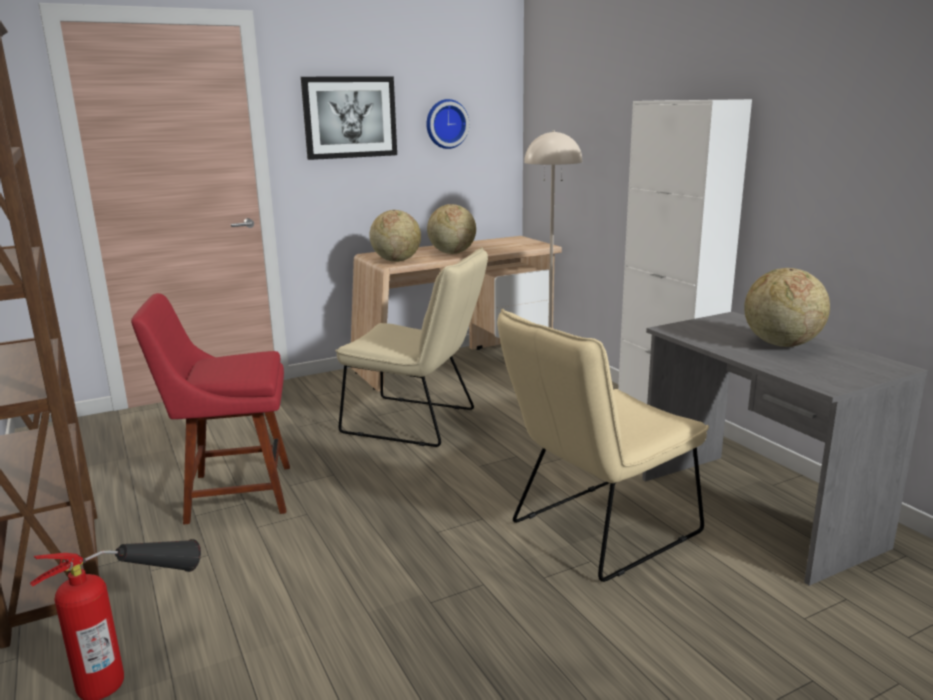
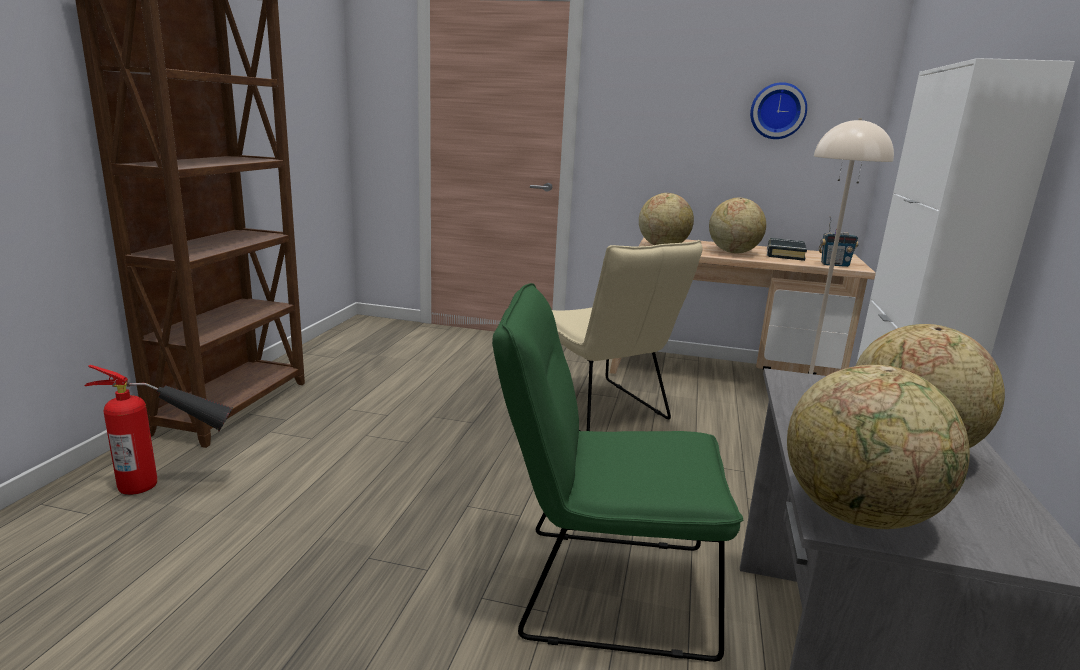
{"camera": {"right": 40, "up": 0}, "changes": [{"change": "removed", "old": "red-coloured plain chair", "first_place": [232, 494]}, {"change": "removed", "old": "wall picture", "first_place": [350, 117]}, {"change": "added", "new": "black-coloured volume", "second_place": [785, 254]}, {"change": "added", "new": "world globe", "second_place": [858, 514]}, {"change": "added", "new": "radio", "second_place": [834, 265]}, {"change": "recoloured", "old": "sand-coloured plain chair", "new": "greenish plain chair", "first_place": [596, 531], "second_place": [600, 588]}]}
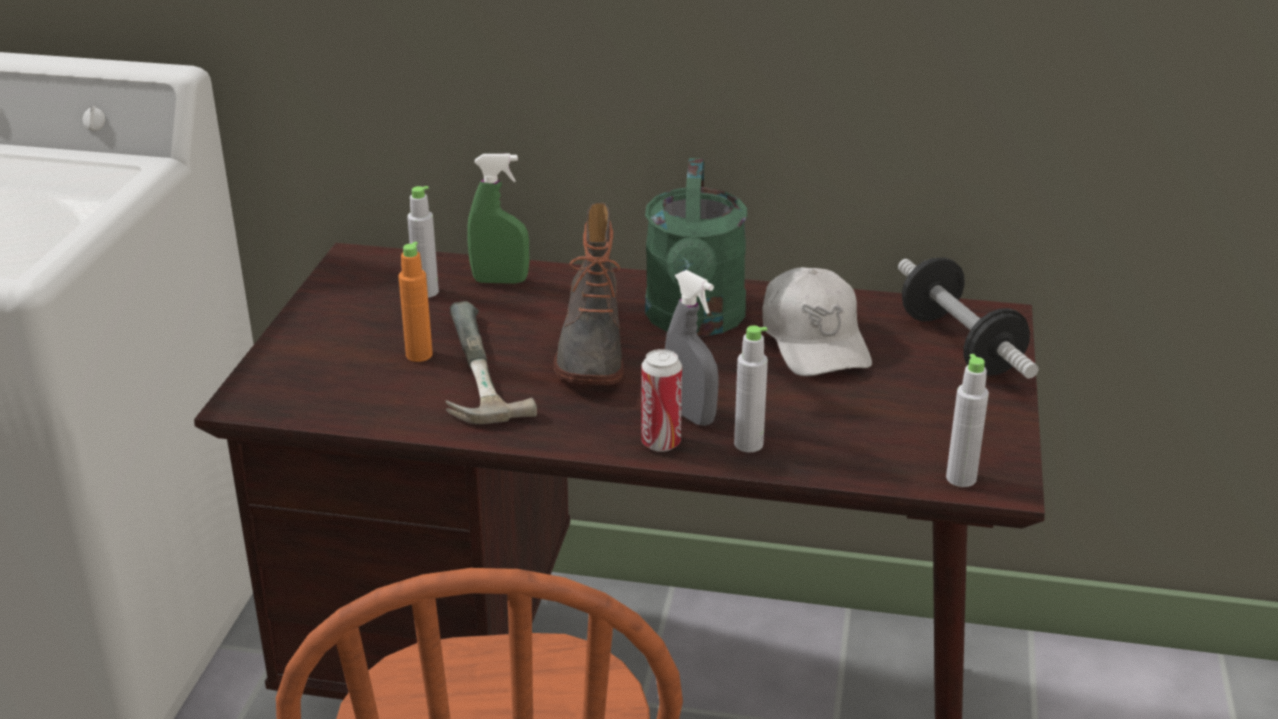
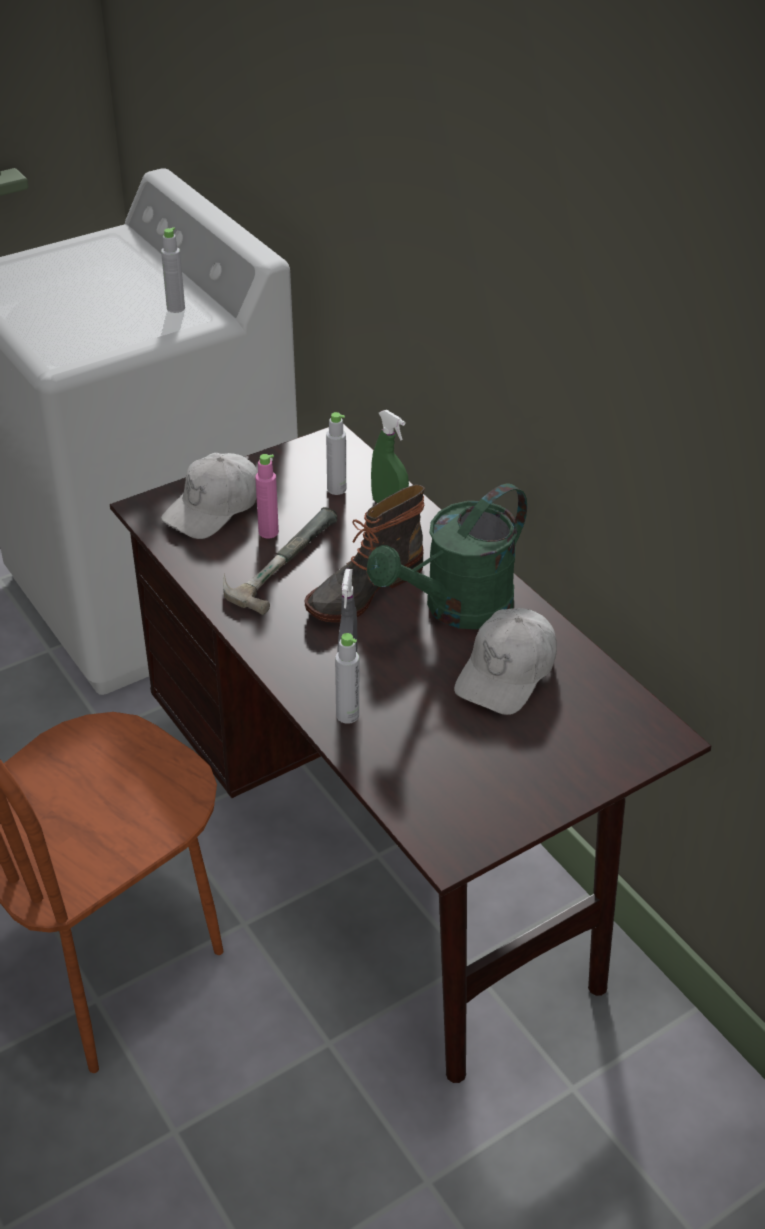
{"camera": {"right": 45, "up": 10}, "changes": [{"change": "removed", "old": "can", "first_place": [661, 443]}, {"change": "removed", "old": "free weight", "first_place": [960, 345]}, {"change": "added", "new": "white-coloured peaked cap", "second_place": [214, 508]}, {"change": "moved", "old": "gray bottle", "first_place": [961, 478], "second_place": [176, 308]}, {"change": "recoloured", "old": "orangey bottle", "new": "pinkish bottle", "first_place": [419, 355], "second_place": [268, 532]}]}
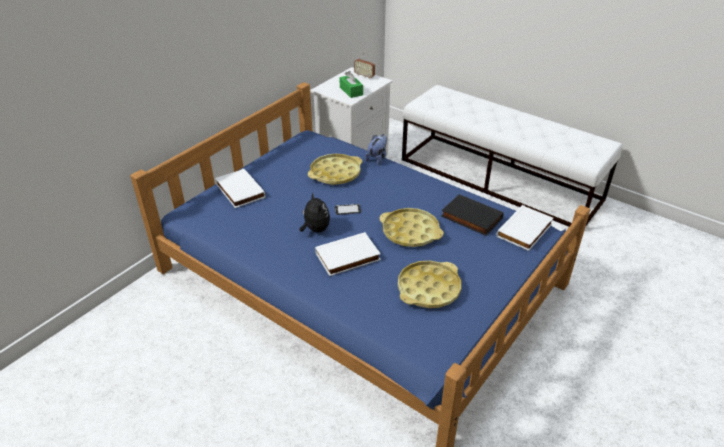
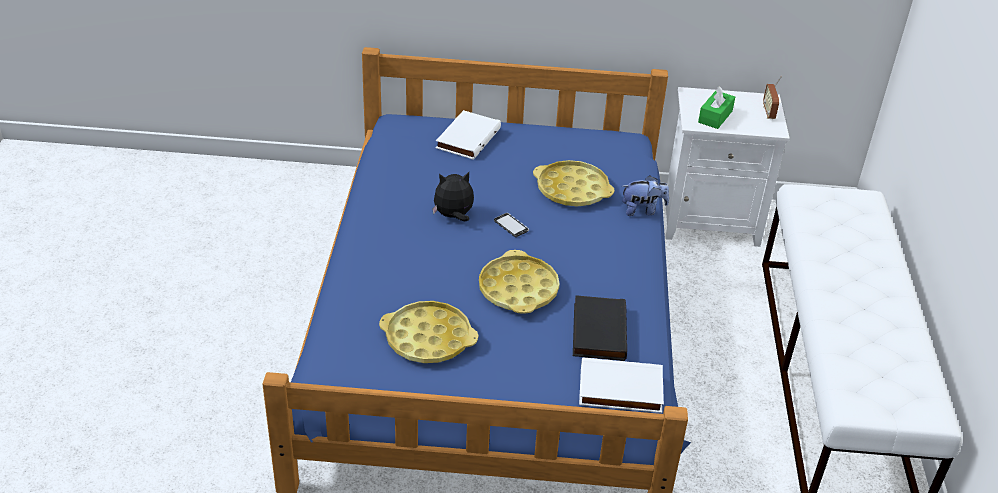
{"camera": {"right": 55, "up": 0}, "changes": [{"change": "removed", "old": "white-coloured volume", "first_place": [348, 258]}, {"change": "turned", "old": "soft toy", "first_place": [315, 229], "second_place": [453, 216], "degrees": -135}]}
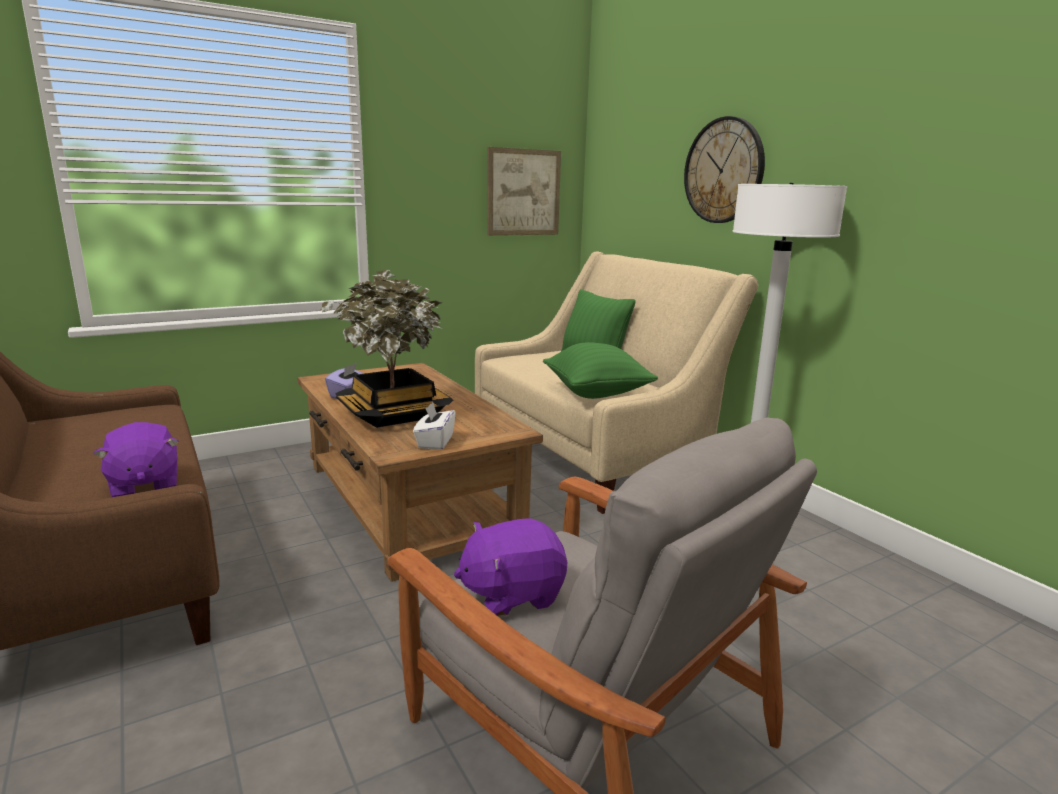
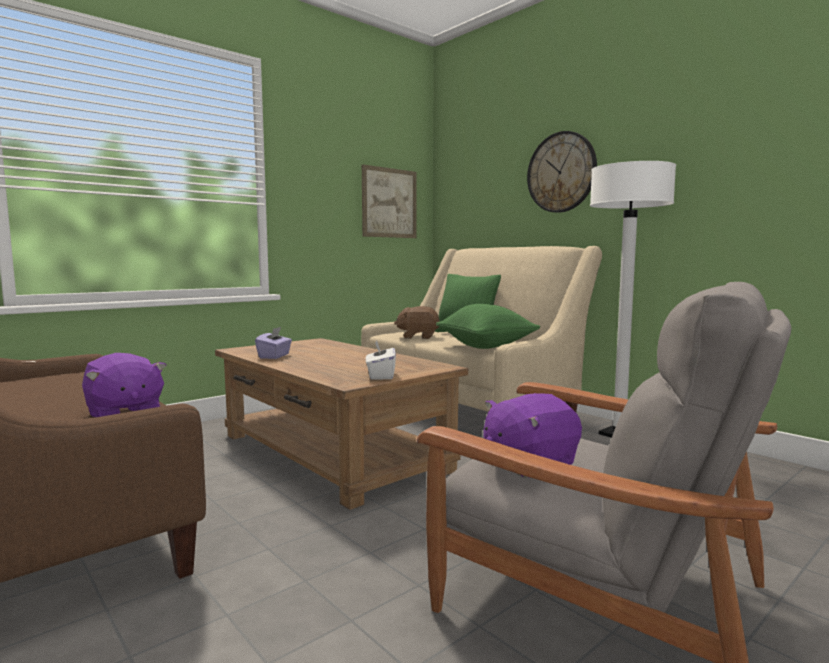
{"camera": {"right": -10, "up": -10}, "changes": [{"change": "removed", "old": "houseplant", "first_place": [393, 414]}, {"change": "added", "new": "brown-coloured soft toy", "second_place": [418, 337]}]}
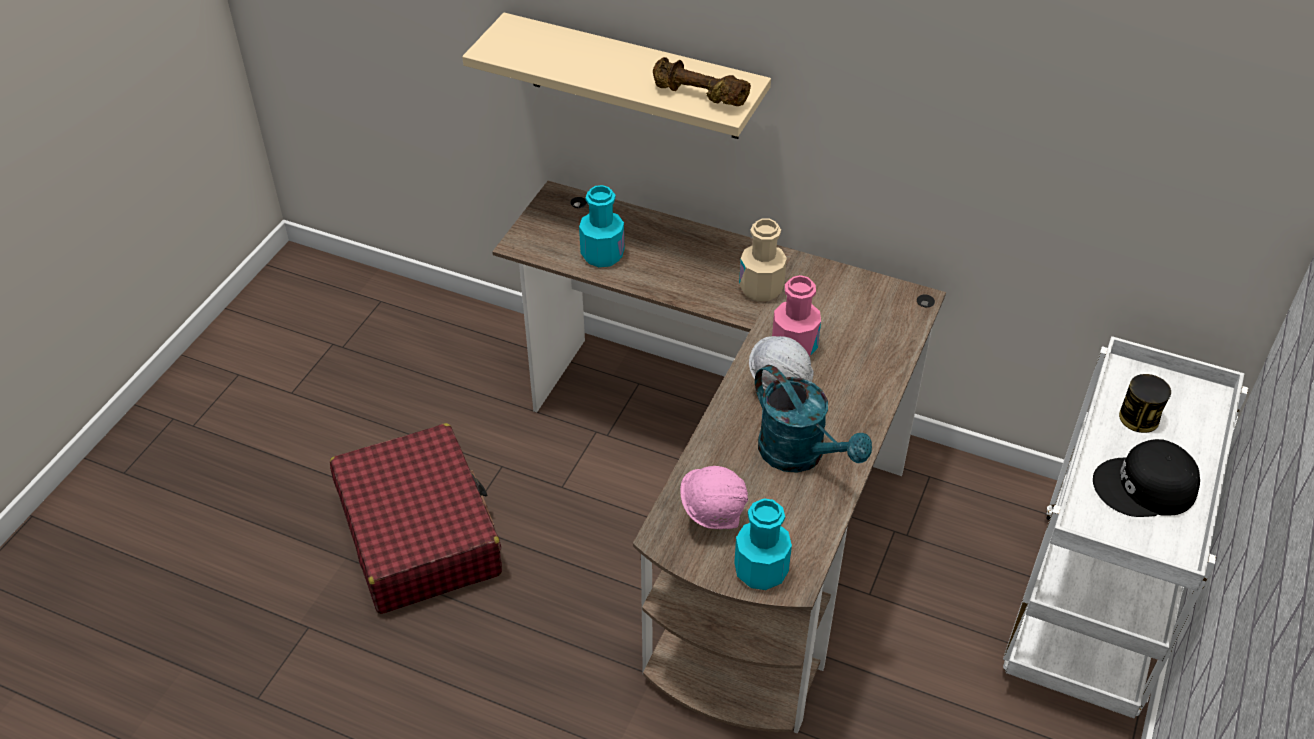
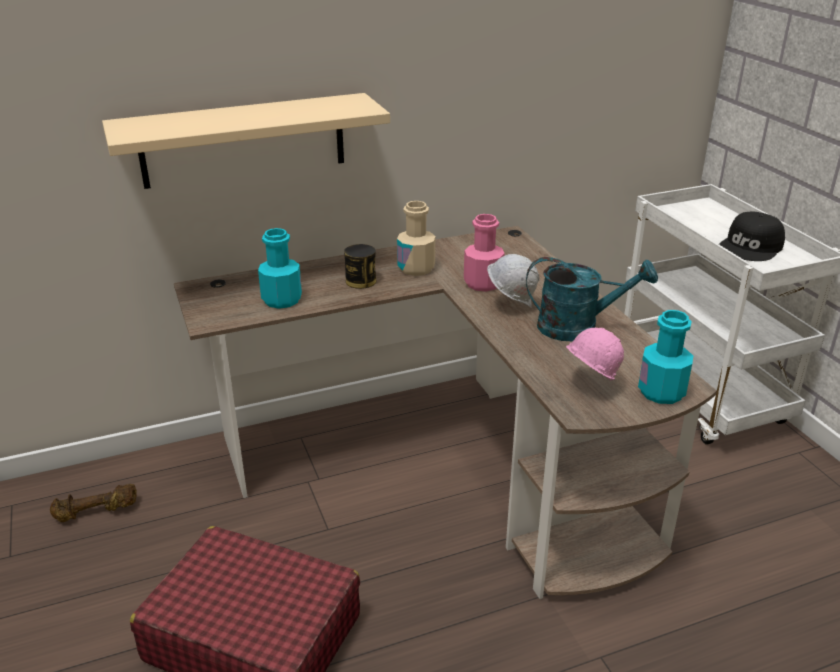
{"camera": {"right": -45, "up": -15}, "changes": [{"change": "moved", "old": "brown-coloured free weight", "first_place": [698, 96], "second_place": [96, 512]}, {"change": "moved", "old": "can", "first_place": [1139, 418], "second_place": [361, 281]}]}
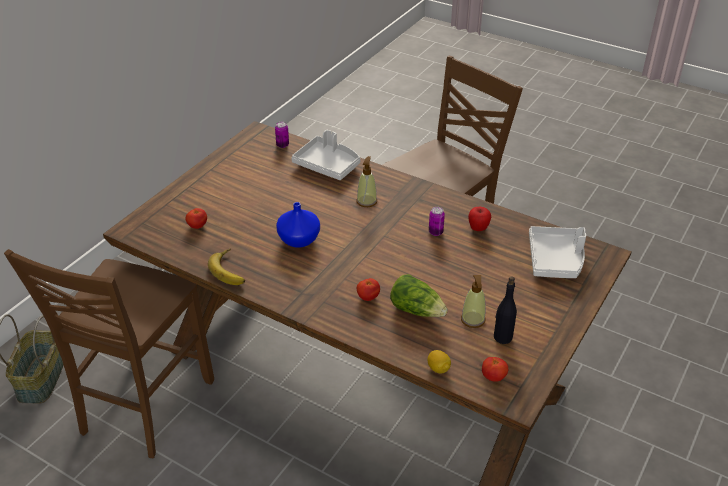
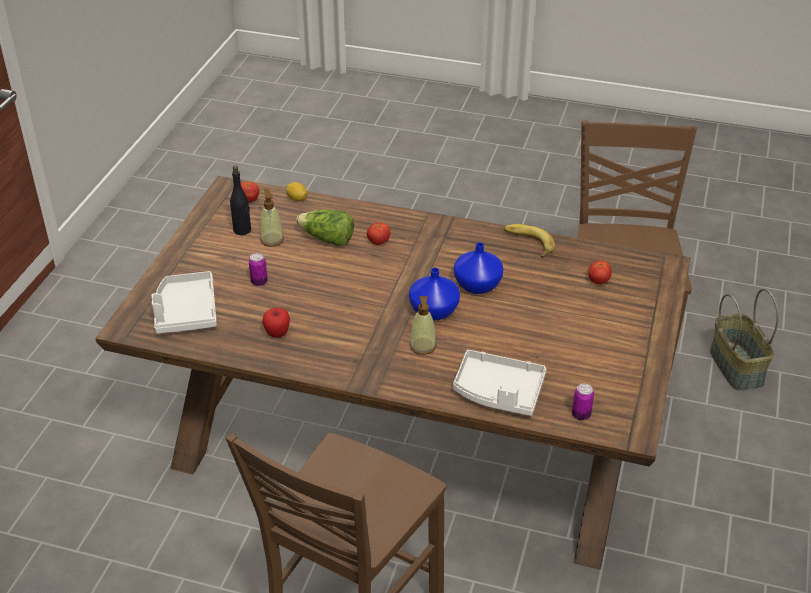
{"camera": {"right": 165, "up": 0}, "changes": [{"change": "added", "new": "blue vase", "second_place": [433, 312]}, {"change": "moved", "old": "can", "first_place": [435, 232], "second_place": [259, 282]}]}
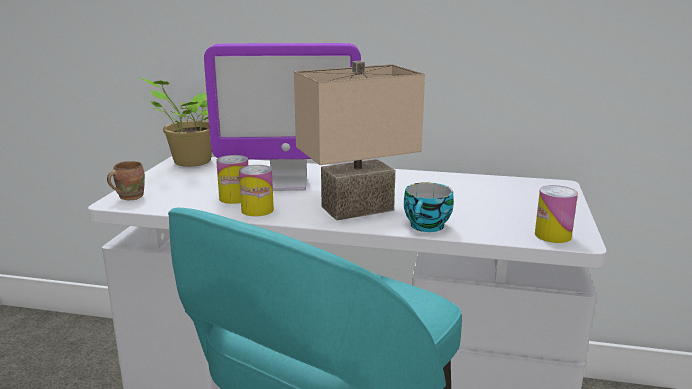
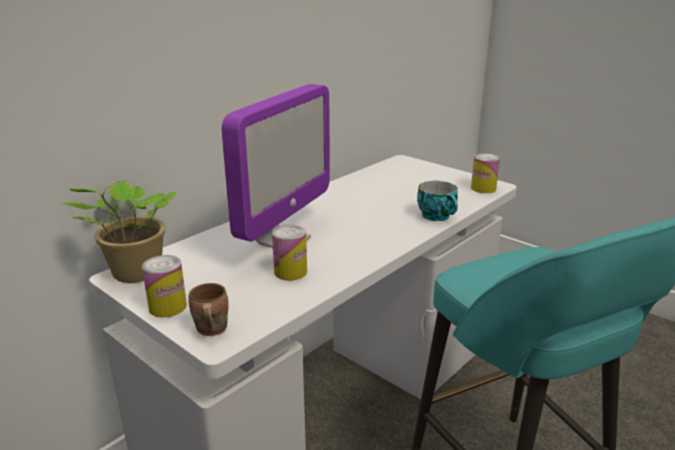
{"camera": {"right": -60, "up": 5}, "changes": [{"change": "removed", "old": "sand-coloured table lamp", "first_place": [357, 207]}, {"change": "moved", "old": "can", "first_place": [257, 210], "second_place": [167, 306]}]}
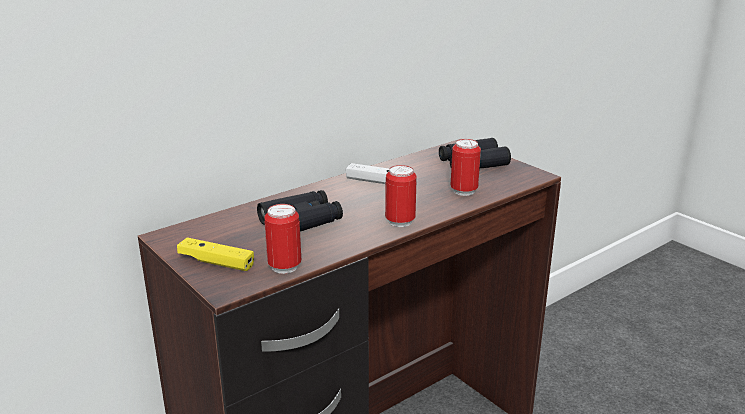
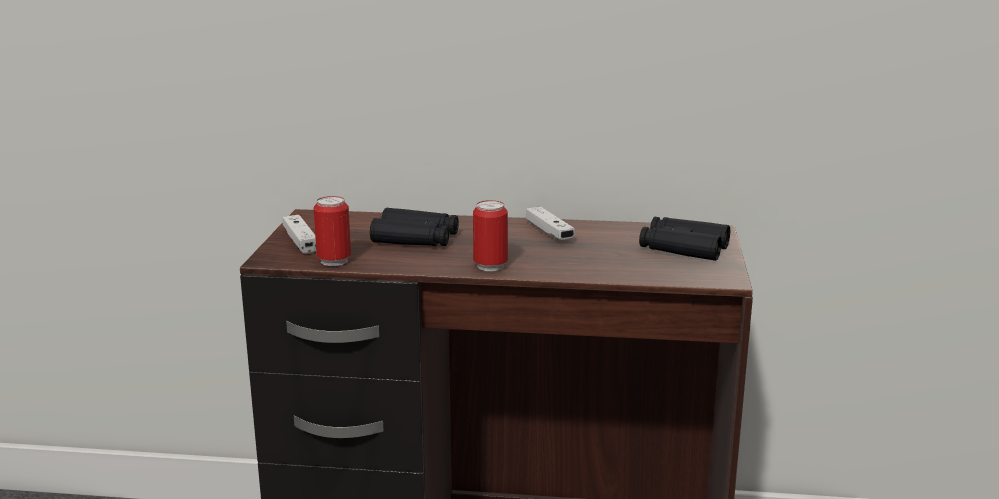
{"camera": {"right": 45, "up": -5}, "changes": [{"change": "removed", "old": "can", "first_place": [464, 191]}, {"change": "recoloured", "old": "yellowish gamepad", "new": "white-coloured gamepad", "first_place": [216, 262], "second_place": [300, 242]}]}
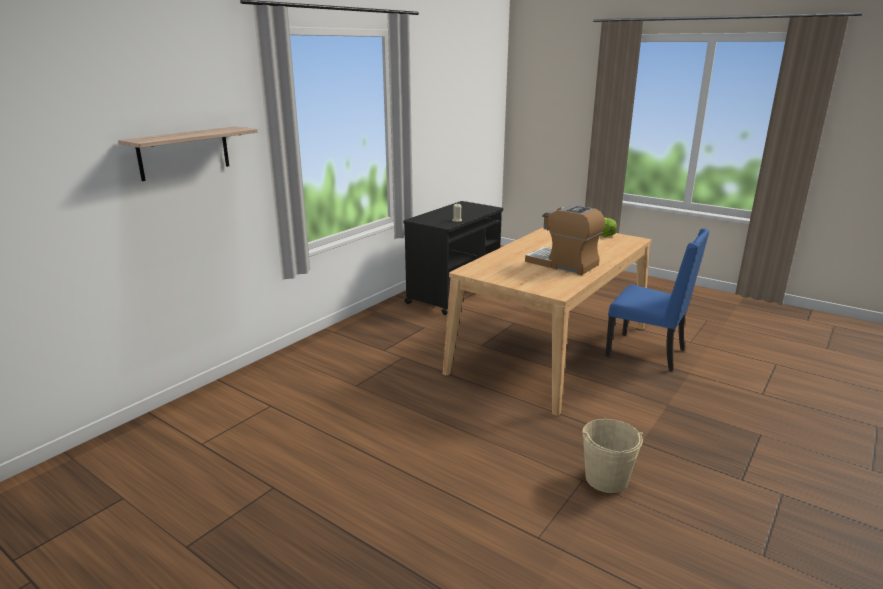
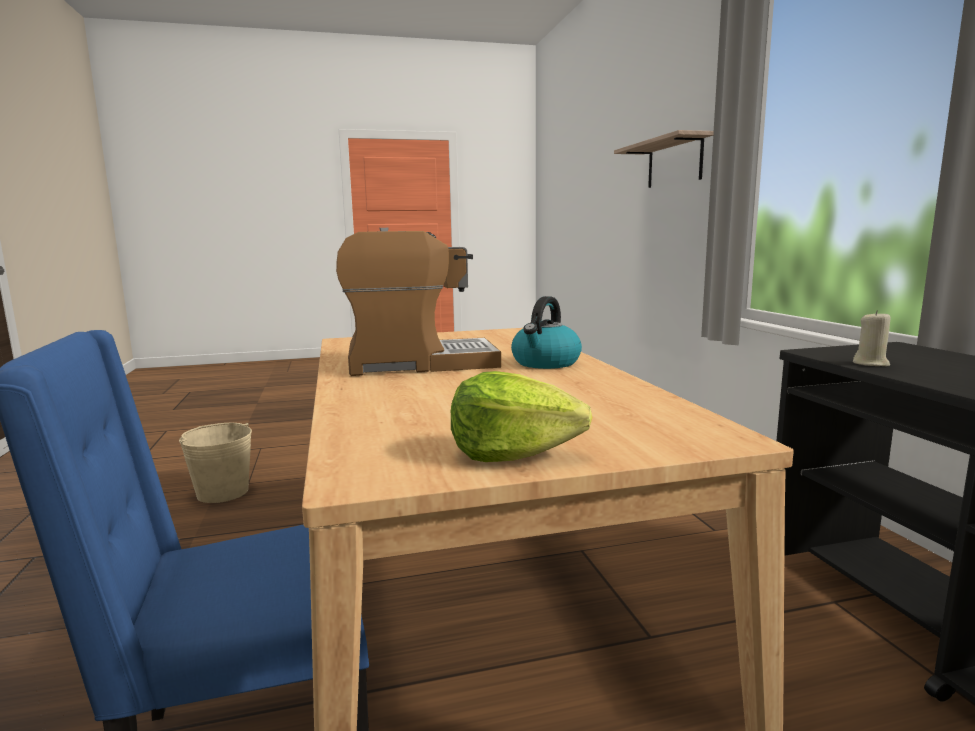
{"camera": {"right": 130, "up": -10}, "changes": [{"change": "added", "new": "kettle", "second_place": [545, 363]}]}
